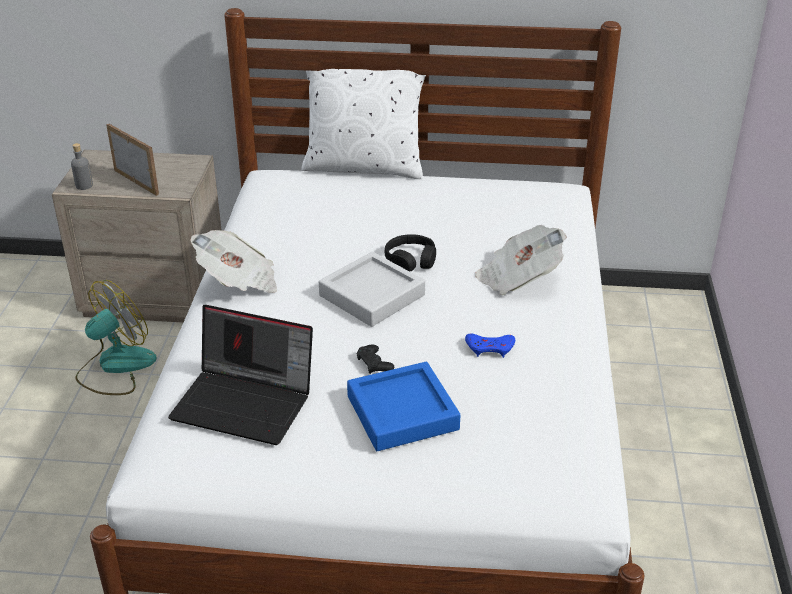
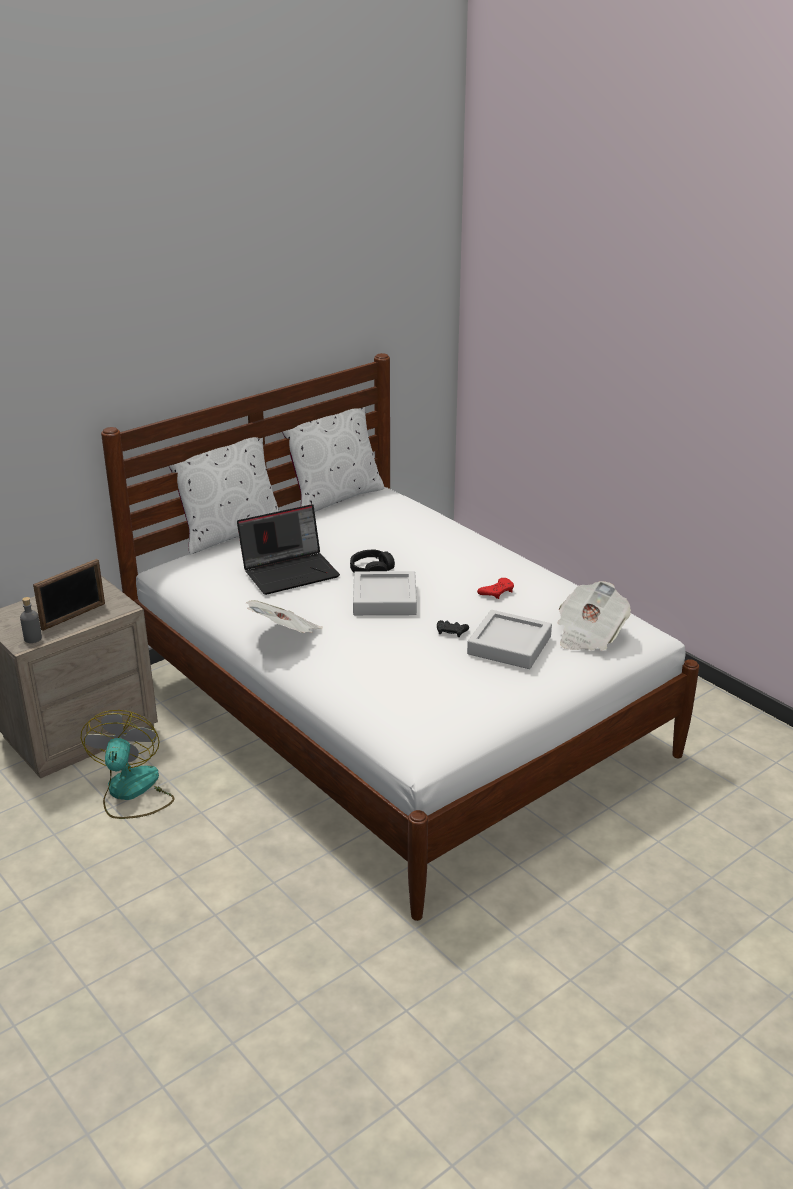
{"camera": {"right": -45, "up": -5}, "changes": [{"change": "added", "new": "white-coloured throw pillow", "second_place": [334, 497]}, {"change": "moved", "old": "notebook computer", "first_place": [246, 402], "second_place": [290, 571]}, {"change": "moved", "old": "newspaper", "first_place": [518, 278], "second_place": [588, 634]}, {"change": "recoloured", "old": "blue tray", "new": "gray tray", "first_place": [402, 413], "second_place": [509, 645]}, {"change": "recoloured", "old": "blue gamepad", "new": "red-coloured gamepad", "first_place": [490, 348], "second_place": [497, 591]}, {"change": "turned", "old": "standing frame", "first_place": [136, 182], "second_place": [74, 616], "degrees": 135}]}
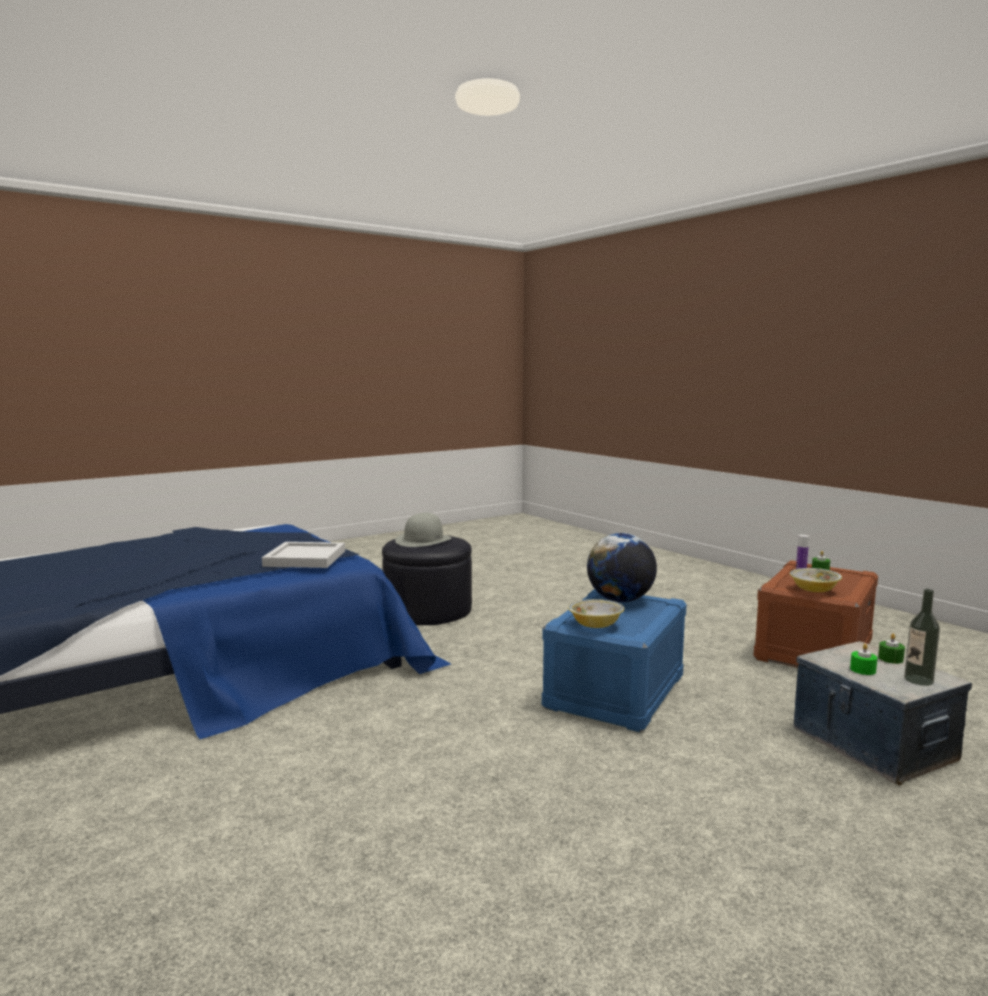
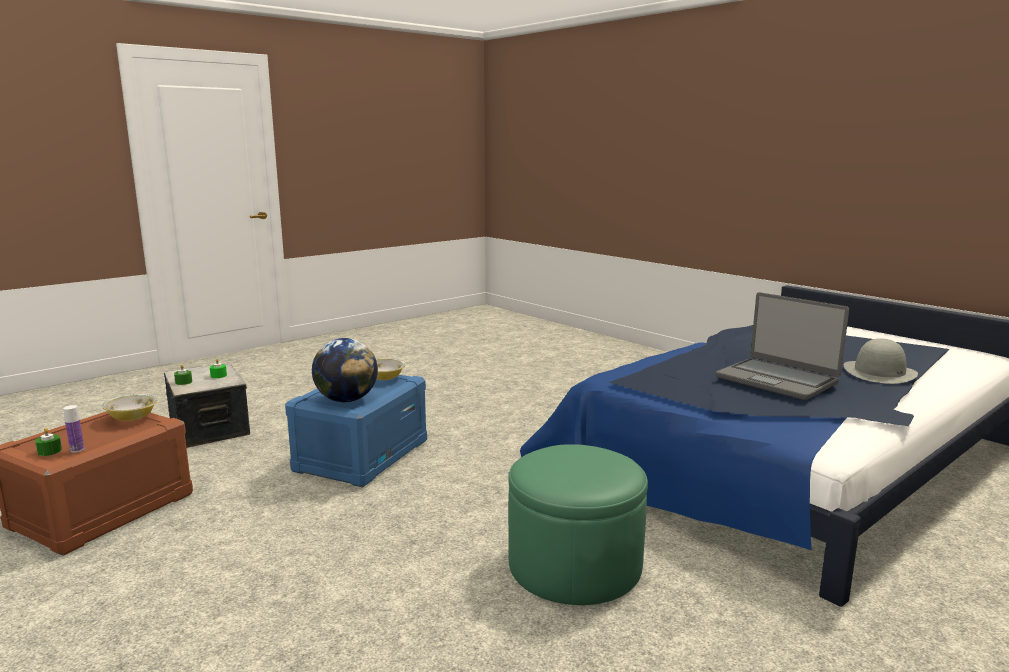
{"camera": {"right": 175, "up": 5}, "changes": [{"change": "removed", "old": "white-coloured tray", "first_place": [306, 559]}, {"change": "removed", "old": "bottle", "first_place": [918, 680]}, {"change": "added", "new": "notebook computer", "second_place": [777, 380]}, {"change": "moved", "old": "gray wearable hat", "first_place": [423, 540], "second_place": [879, 372]}, {"change": "recoloured", "old": "black-coloured ottoman", "new": "greenish ottoman", "first_place": [427, 610], "second_place": [575, 565]}]}
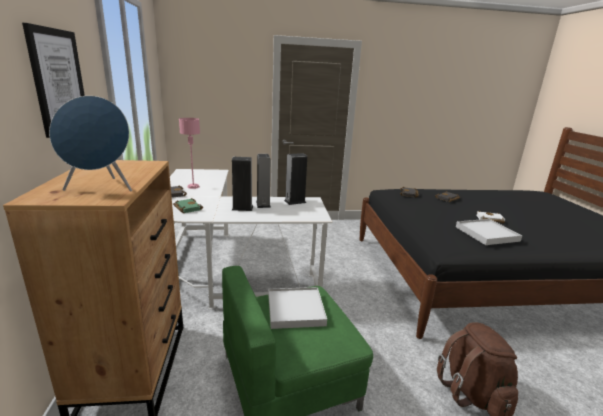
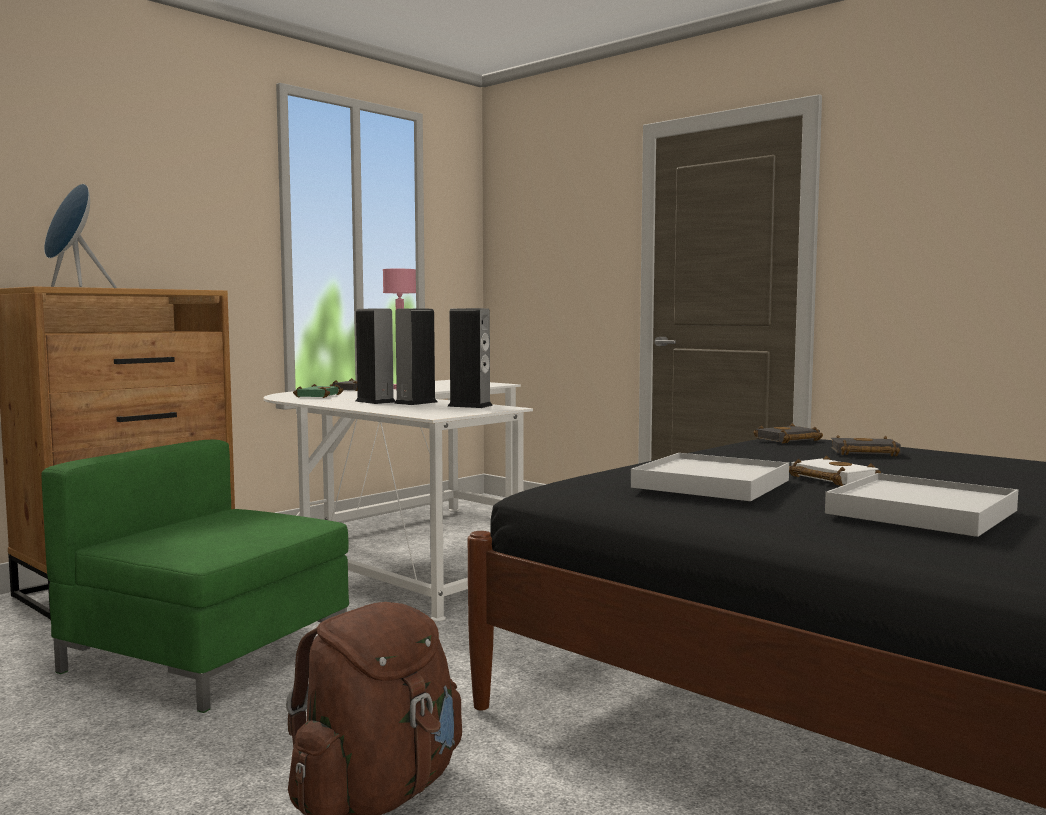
{"camera": {"right": 50, "up": -15}, "changes": [{"change": "removed", "old": "wall picture", "first_place": [58, 81]}, {"change": "moved", "old": "white-coloured tray", "first_place": [295, 310], "second_place": [920, 512]}]}
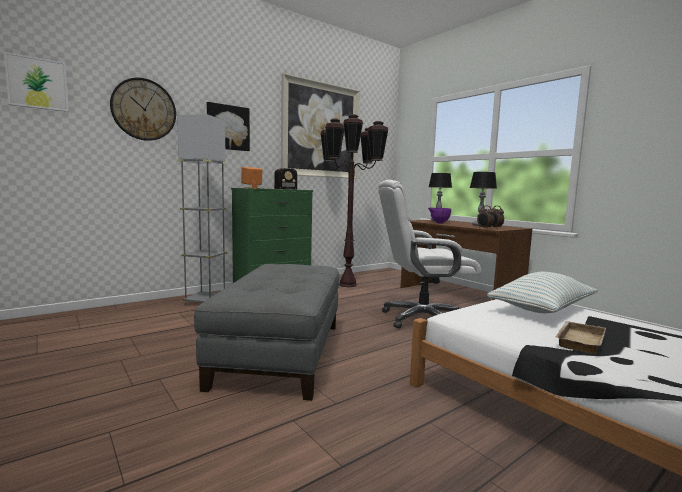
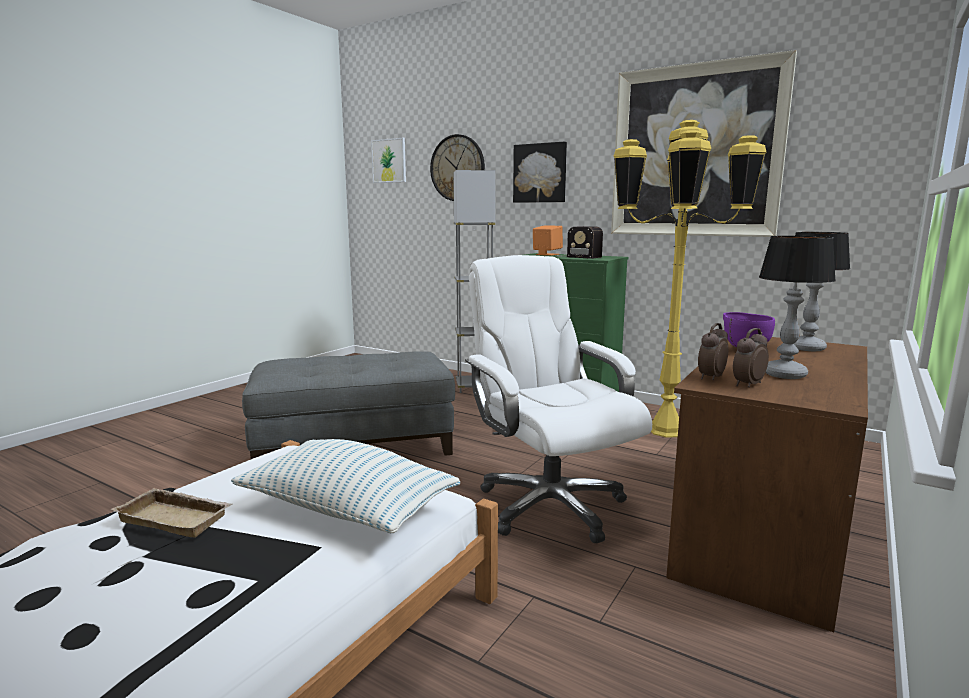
{"camera": {"right": 70, "up": 5}, "changes": [{"change": "recoloured", "old": "brown-coloured standard lamp", "new": "yellowish standard lamp", "first_place": [348, 285], "second_place": [667, 431]}]}
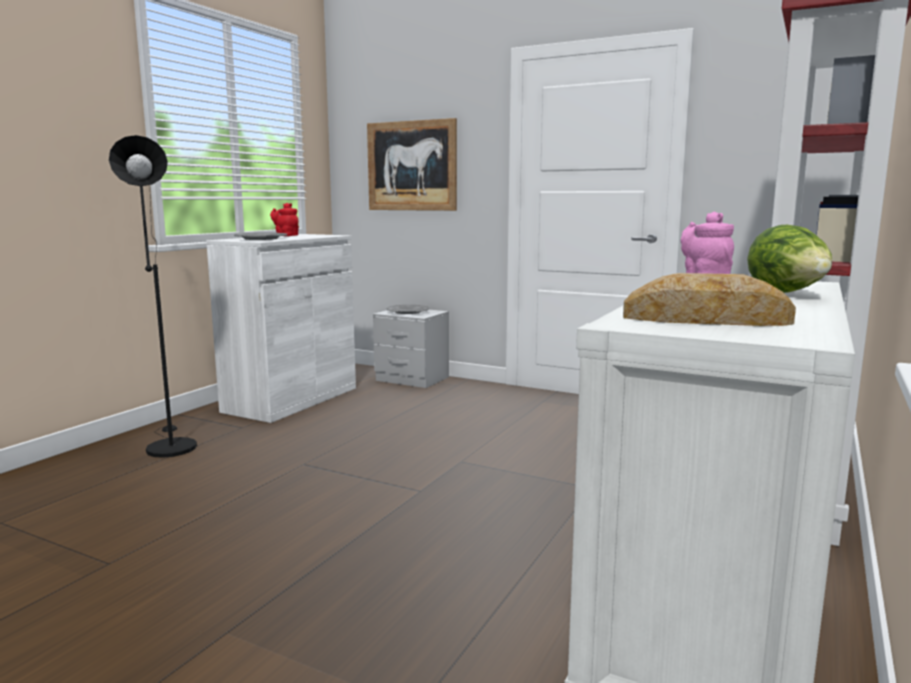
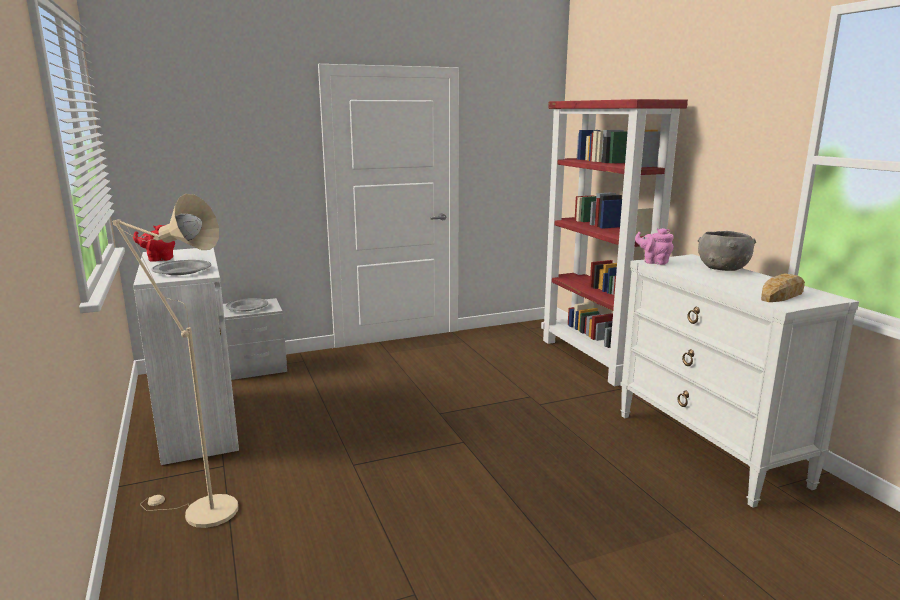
{"camera": {"right": -50, "up": 5}, "changes": [{"change": "removed", "old": "wall picture", "first_place": [411, 166]}, {"change": "replaced", "old": "head of lettuce", "new": "gray bowl", "first_place": [788, 294], "second_place": [722, 269]}, {"change": "recoloured", "old": "black-coloured standard lamp", "new": "sand-coloured standard lamp", "first_place": [169, 445], "second_place": [201, 511]}]}
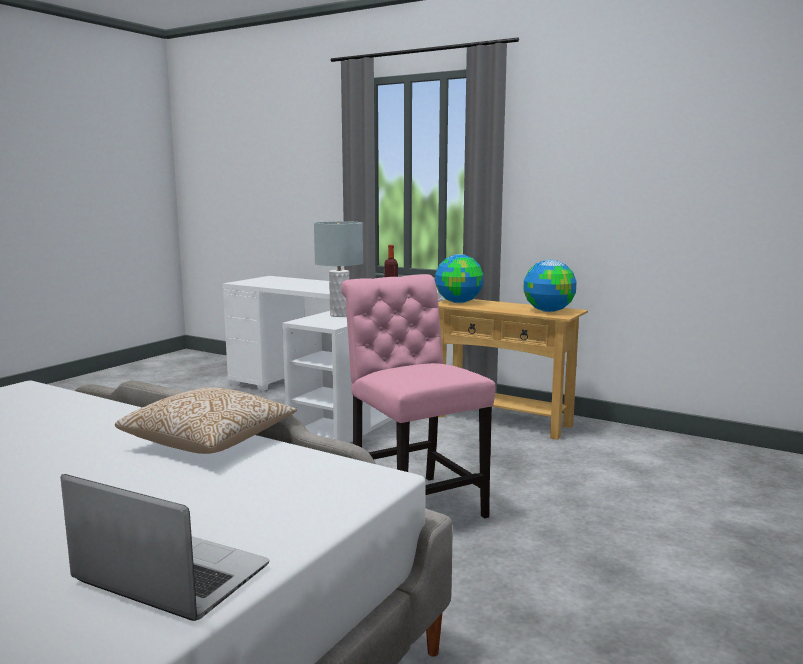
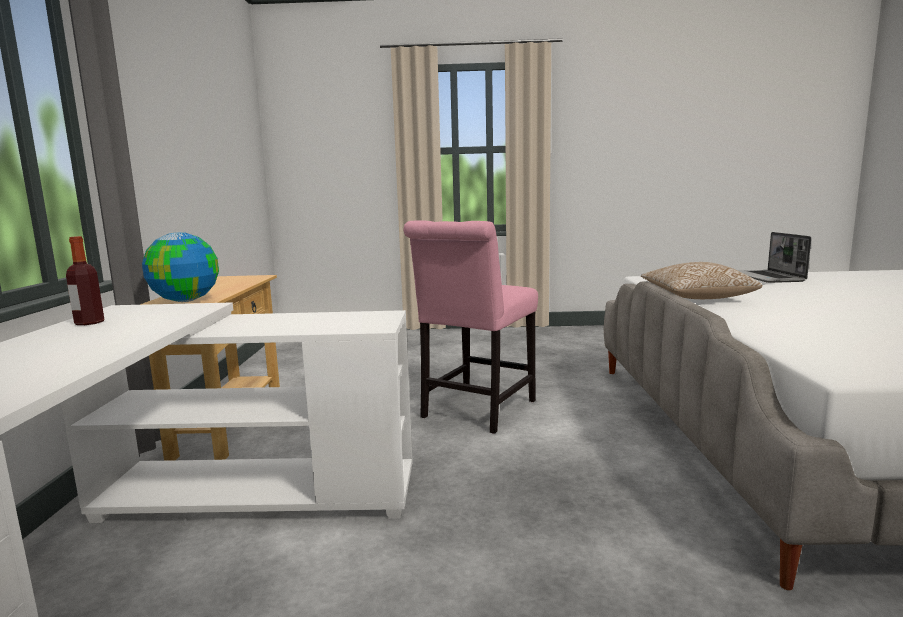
{"camera": {"right": -120, "up": 0}, "changes": [{"change": "removed", "old": "gray table lamp", "first_place": [339, 315]}, {"change": "removed", "old": "world globe", "first_place": [548, 311]}]}
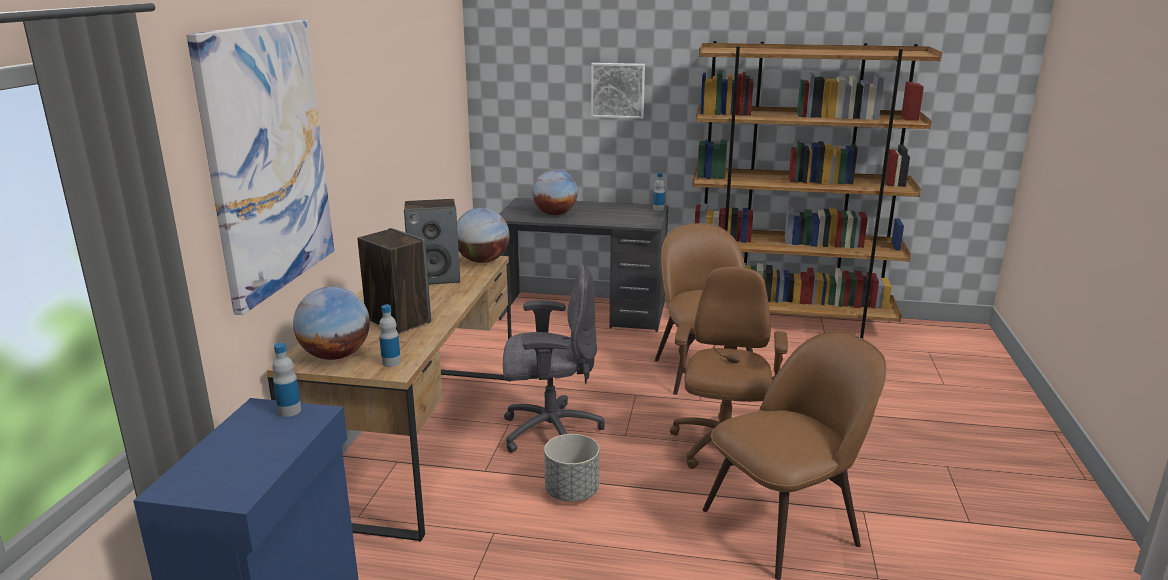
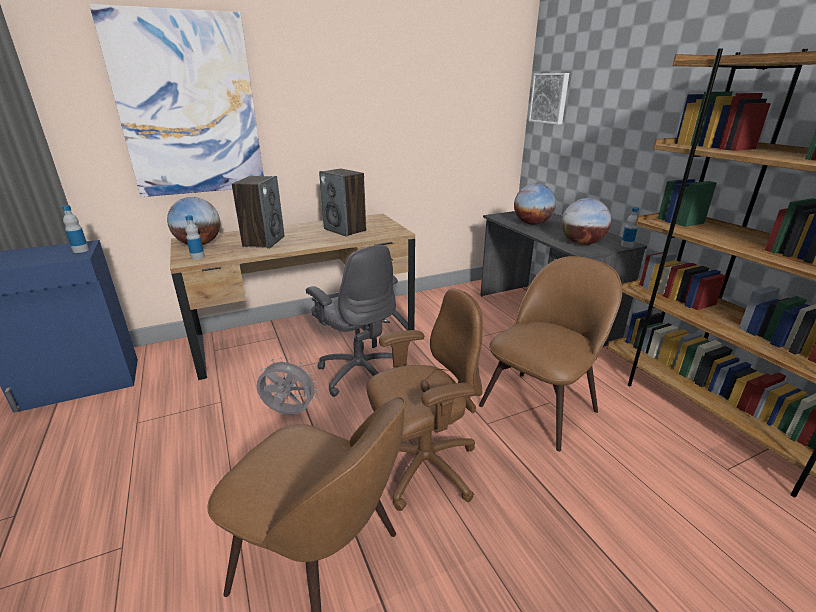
{"camera": {"right": 55, "up": 5}, "changes": [{"change": "moved", "old": "world globe", "first_place": [483, 261], "second_place": [582, 243]}, {"change": "moved", "old": "wall picture", "first_place": [618, 90], "second_place": [550, 98]}, {"change": "replaced", "old": "gray planter", "new": "gray fan", "first_place": [572, 492], "second_place": [289, 413]}]}
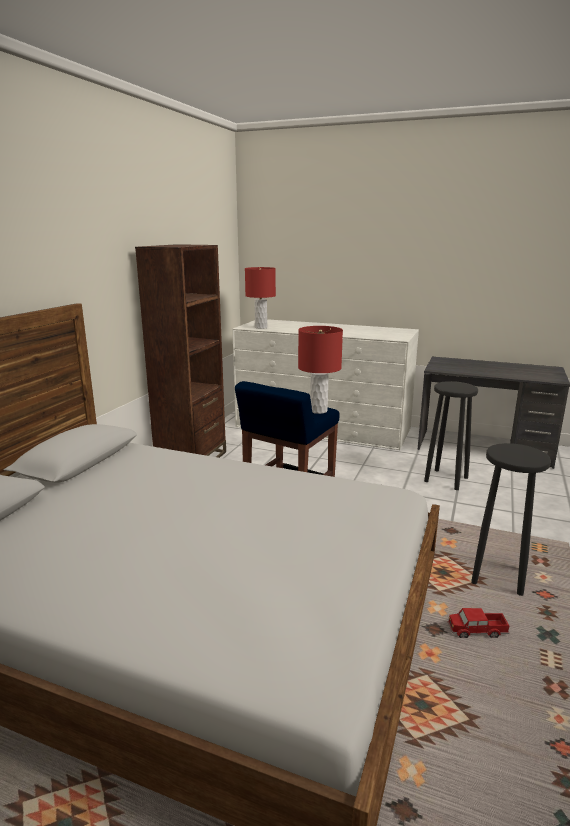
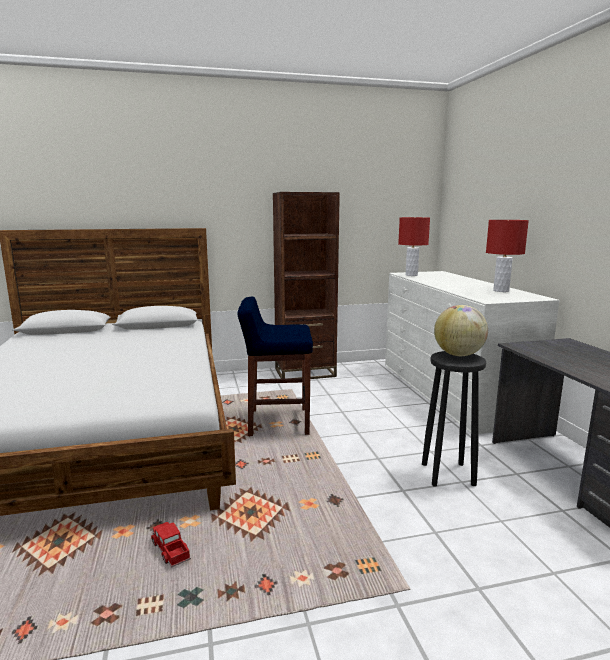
{"camera": {"right": 55, "up": -5}, "changes": [{"change": "removed", "old": "black-coloured sitting stool", "first_place": [498, 576]}, {"change": "added", "new": "world globe", "second_place": [458, 355]}, {"change": "moved", "old": "red-coloured table lamp", "first_place": [318, 411], "second_place": [500, 290]}]}
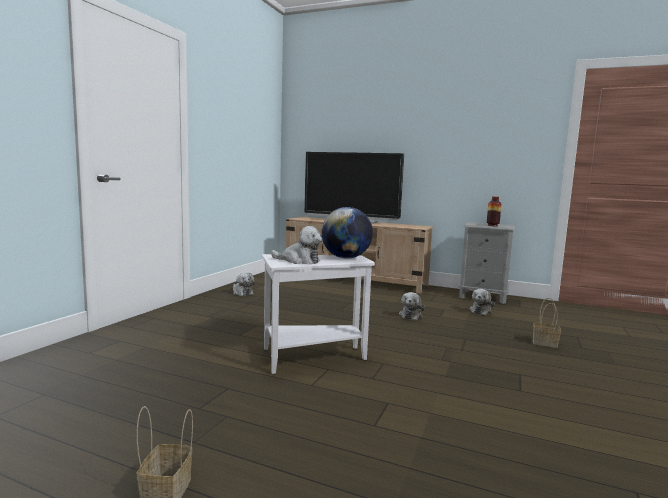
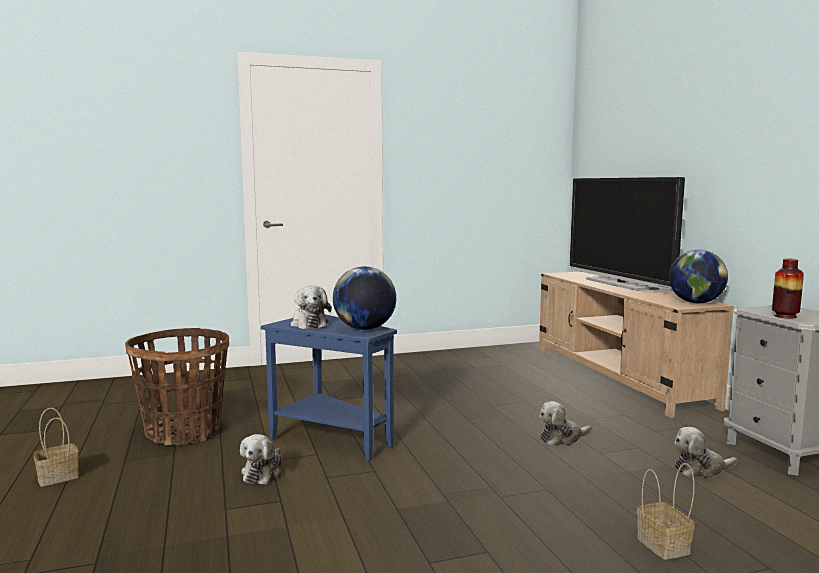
{"camera": {"right": 50, "up": 0}, "changes": [{"change": "added", "new": "storage basket", "second_place": [184, 431]}, {"change": "added", "new": "world globe", "second_place": [696, 302]}, {"change": "moved", "old": "soft toy", "first_place": [242, 292], "second_place": [263, 473]}, {"change": "recoloured", "old": "white-coloured end table", "new": "blue end table", "first_place": [310, 357], "second_place": [331, 439]}]}
